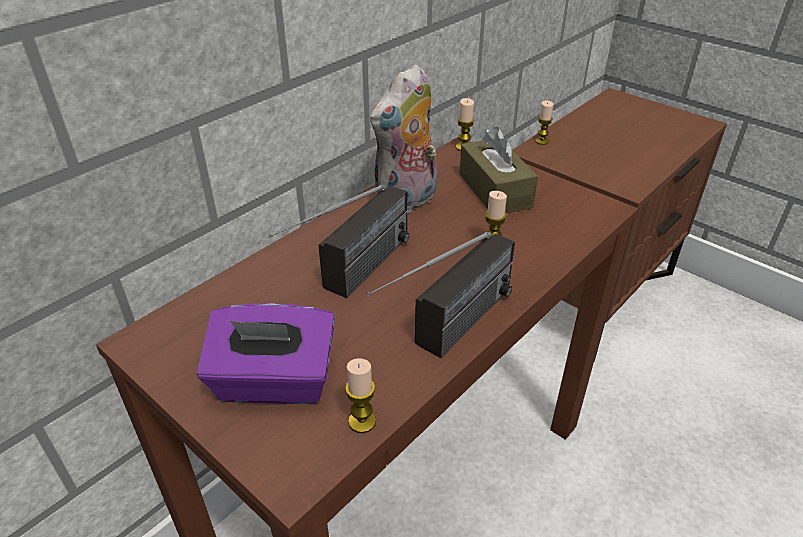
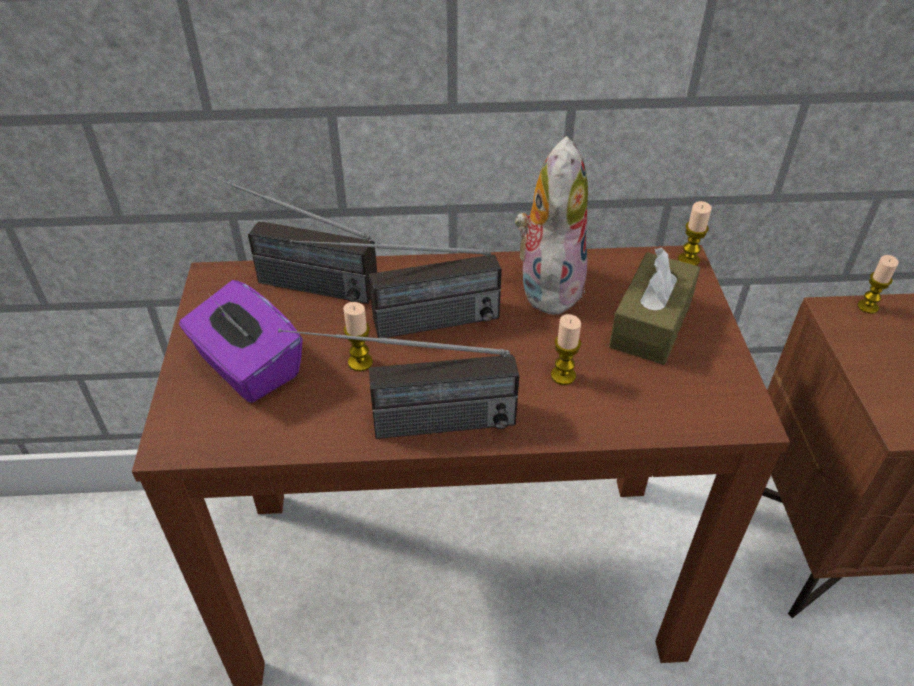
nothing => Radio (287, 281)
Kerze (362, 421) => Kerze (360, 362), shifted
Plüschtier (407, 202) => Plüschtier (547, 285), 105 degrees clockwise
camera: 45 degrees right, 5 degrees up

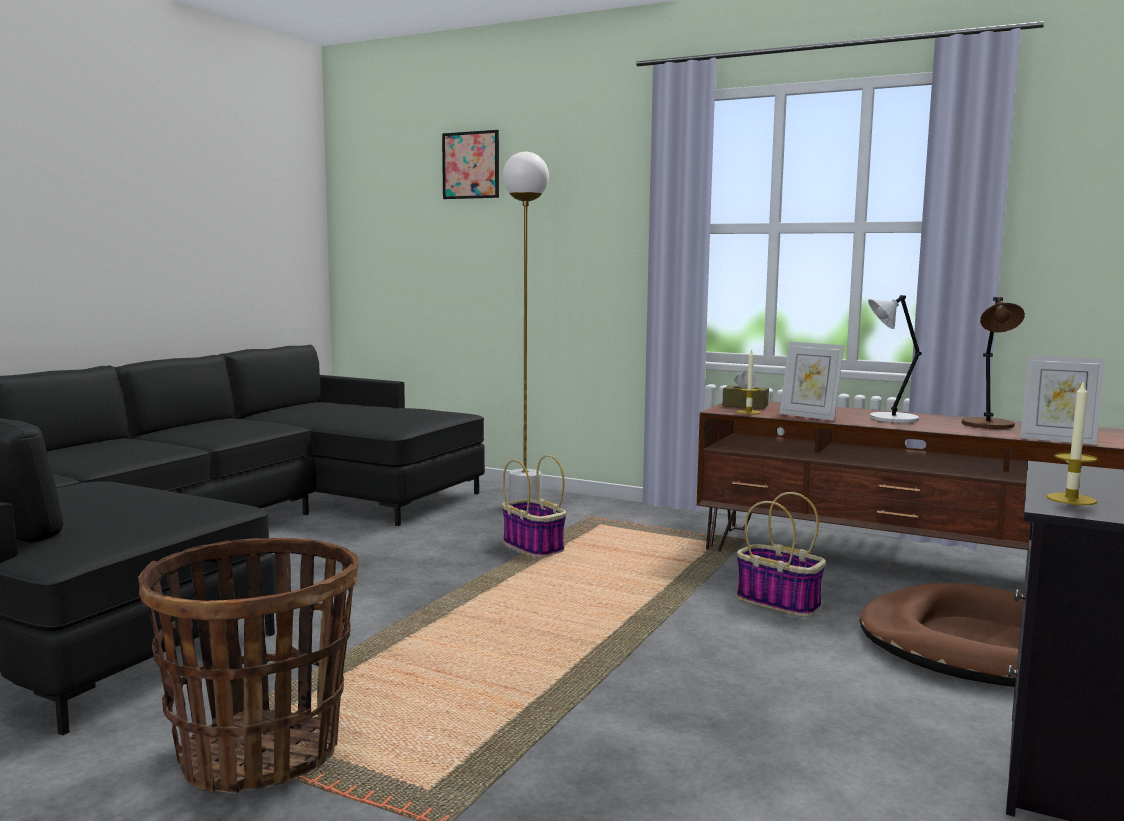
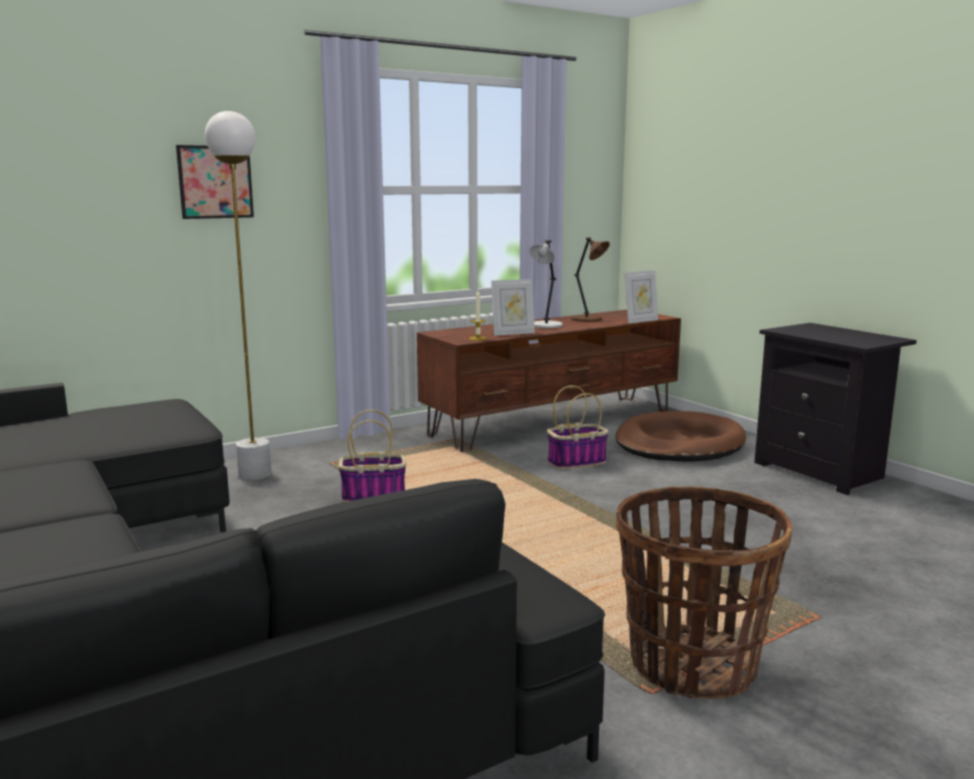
Bild (471, 165) => Bild (215, 182), shifted
Taschentuchbox/braun (745, 406) => nothing
Kerze (1071, 499) => nothing
camera: 60 degrees left, 5 degrees up

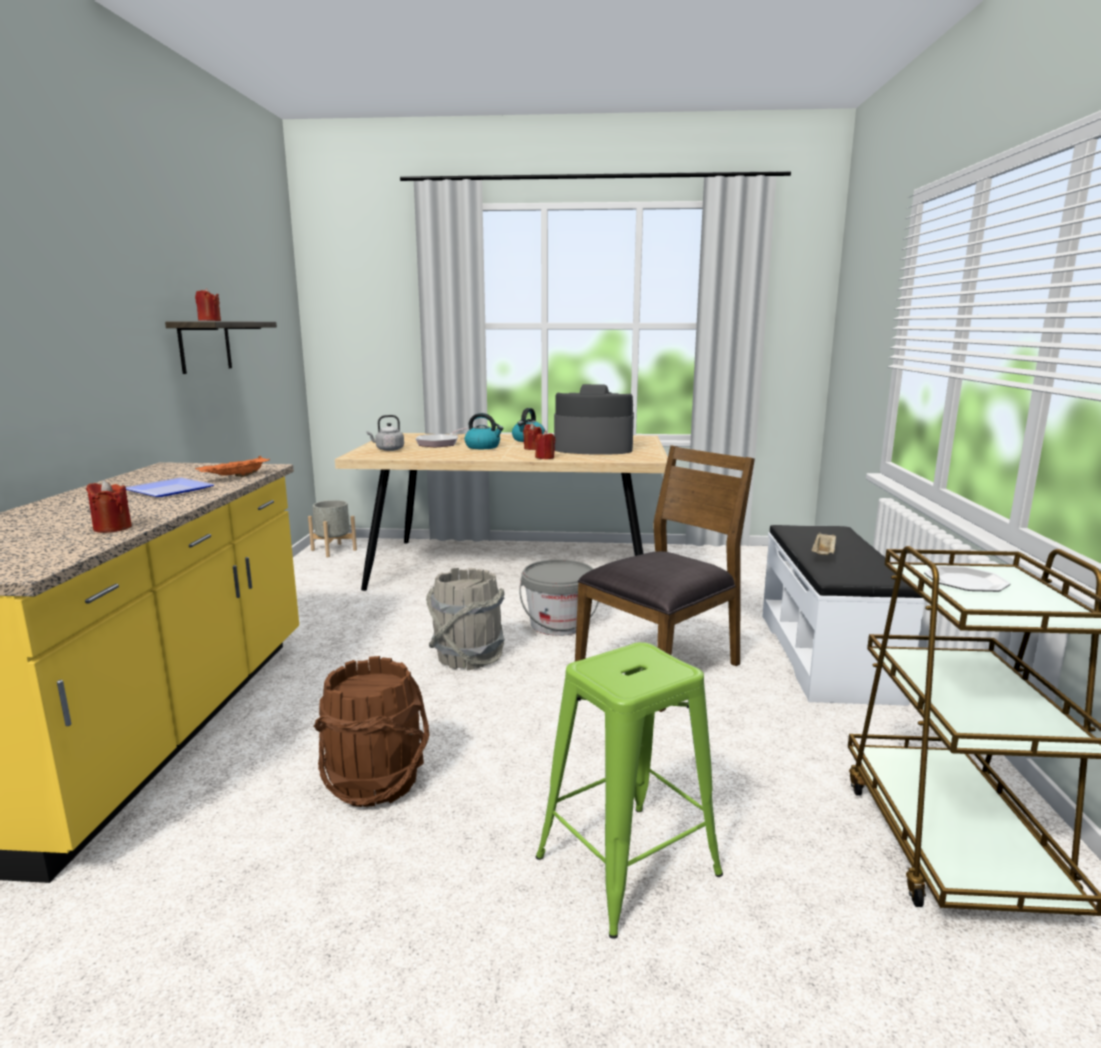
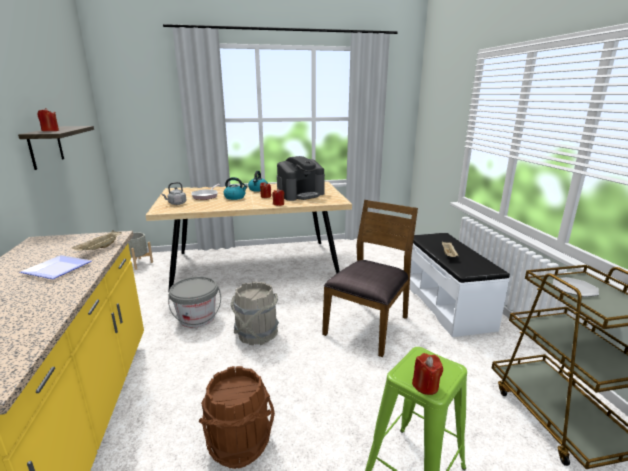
Tablett/orange (235, 477) => Tablett/beige (100, 249)
Eimer/grau (558, 624) => Eimer/grau (197, 318), shifted
Kaffeemaschine (593, 448) => Kaffeemaschine (300, 194), 150 degrees clockwise
Kerze/rot (112, 528) => Kerze/rot (425, 386), shifted
camera: 15 degrees left, 5 degrees up

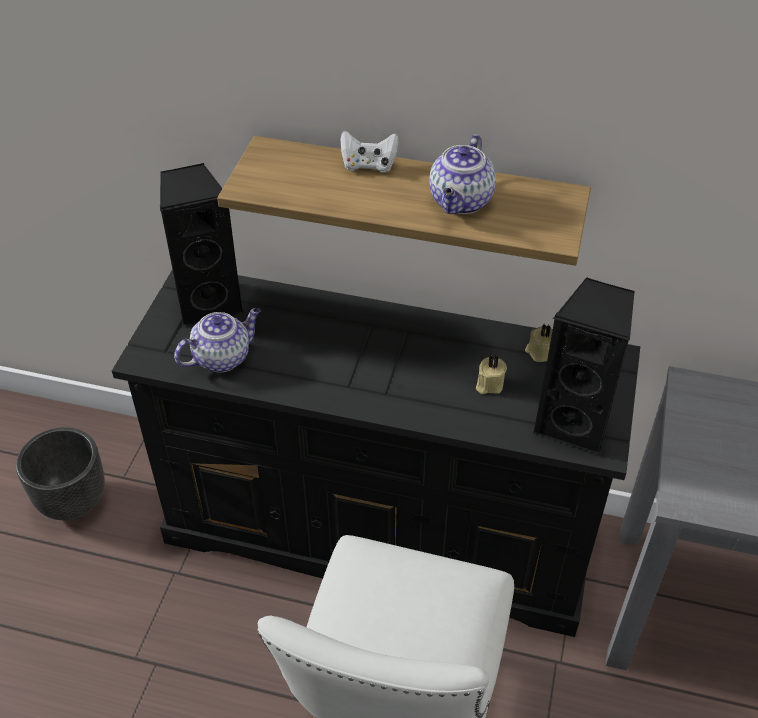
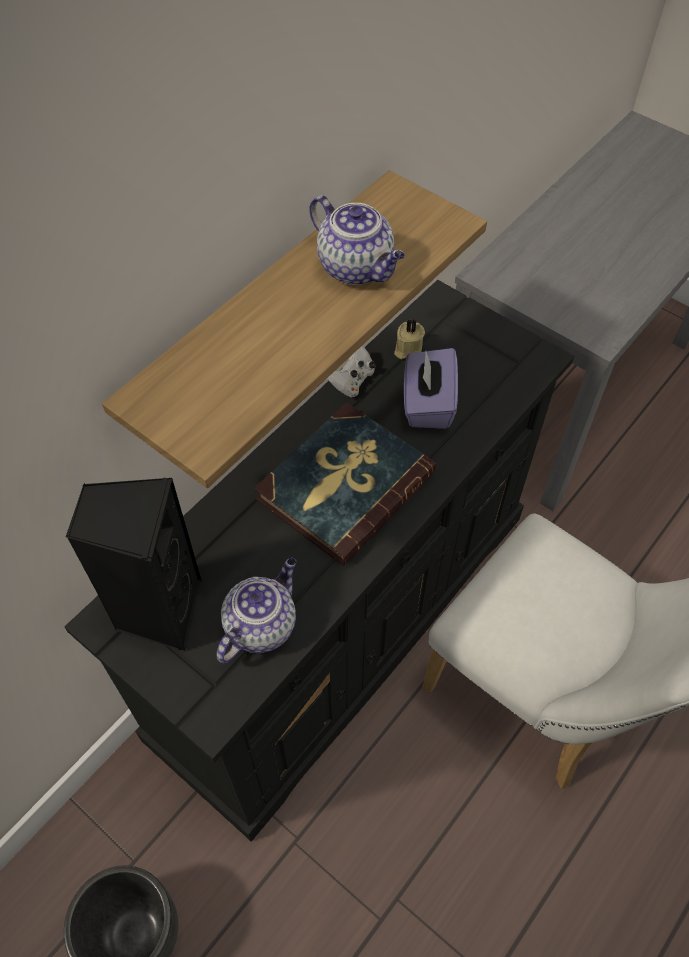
Teekanne (223, 357) => Teekanne (261, 625), 45 degrees clockwise
nothing => Buch (344, 485)
Gamepad/weiß (368, 165) => Gamepad/weiß (352, 381), shifted
Kerze/beige (489, 384) => Taschentuchbox/lila (427, 404)
Lautsprecher/schwarz (575, 423) => nothing
camera: 65 degrees left, 10 degrees up

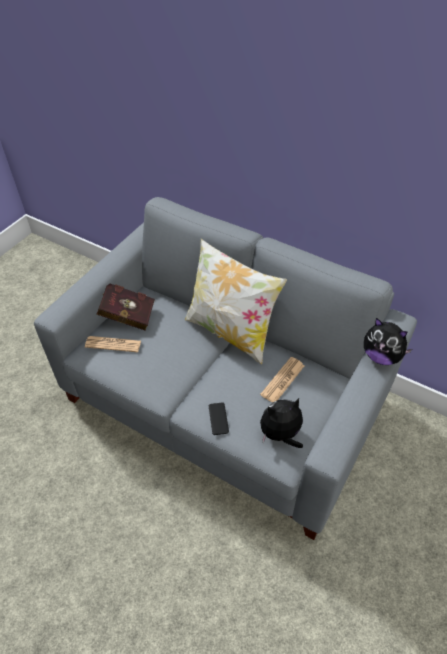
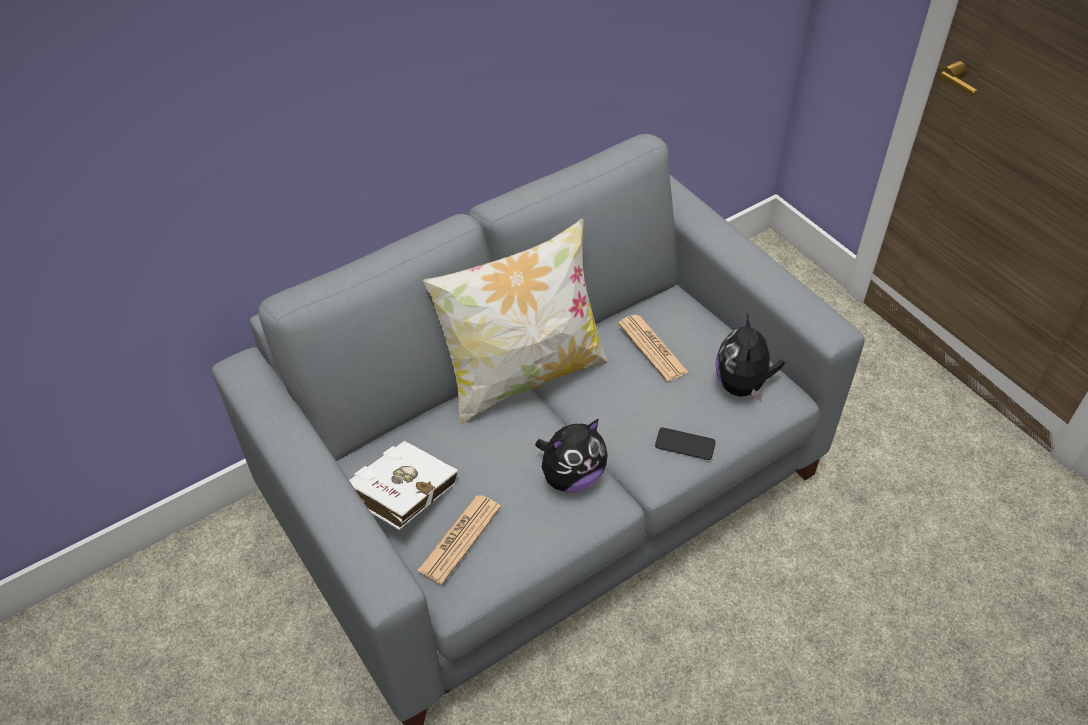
Buch/rot (126, 315) => Buch/weiß (400, 502)
Plüschtier (381, 356) => Plüschtier (572, 477), shifted
camera: 65 degrees left, 0 degrees up

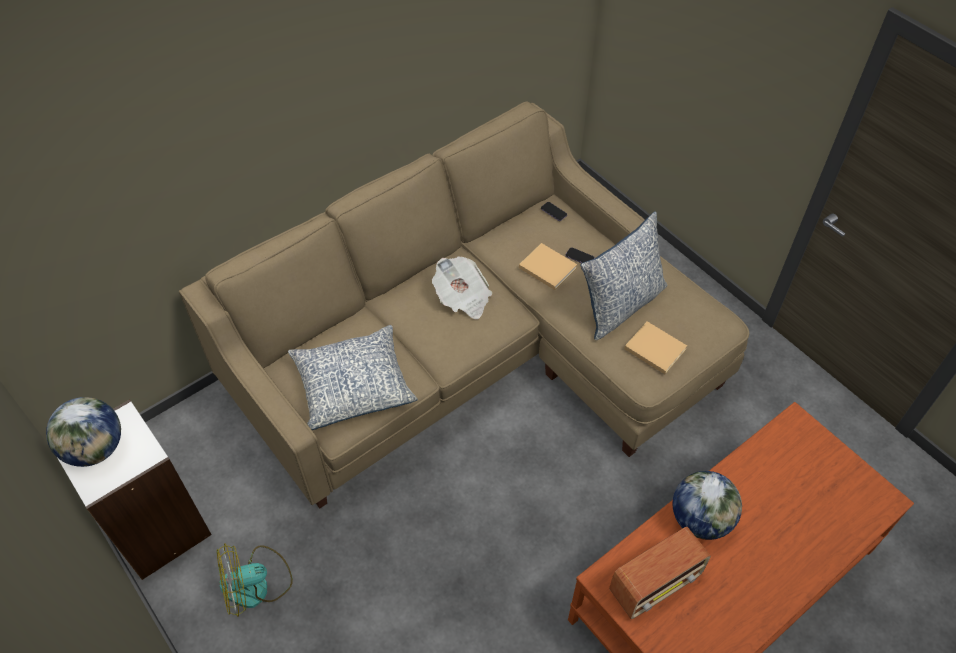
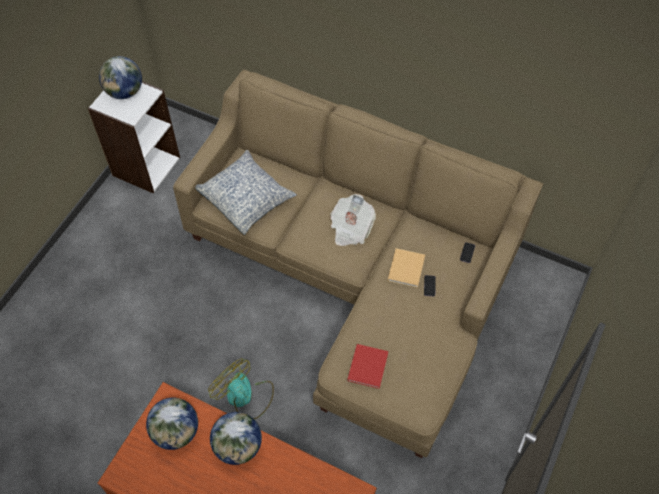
Radio (655, 584) => Globus (176, 432)
Ventilator (256, 585) => Ventilator (245, 396), shifted
Buch/beige (653, 348) => Buch/rot (368, 365)
Kissen (621, 305) => nothing
camera: 65 degrees right, 5 degrees up

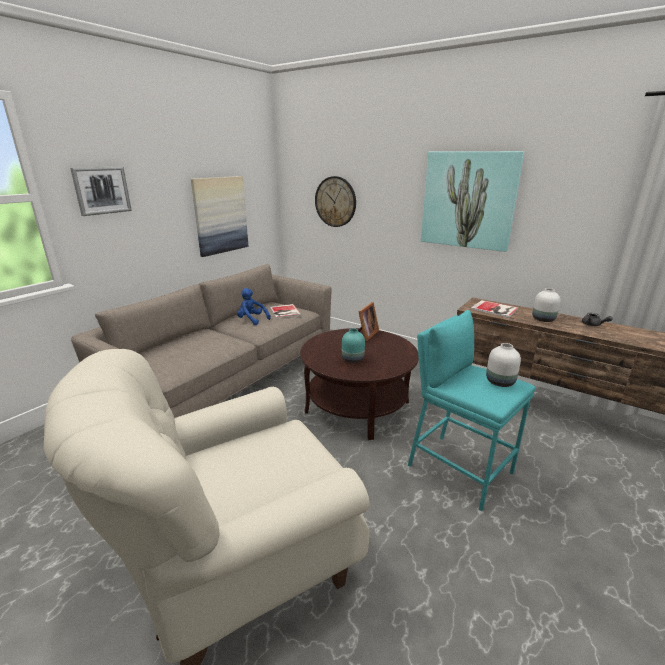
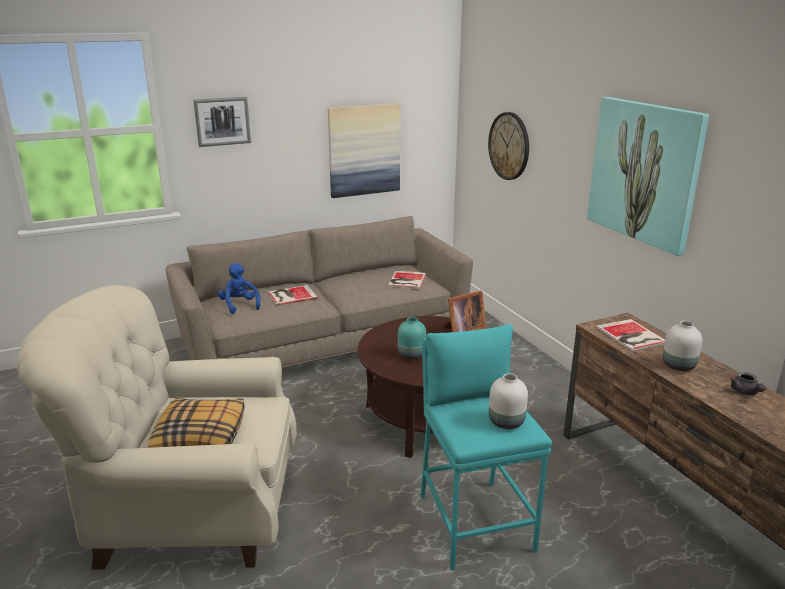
nothing => Kissen (201, 435)
Plüschtier/blau (252, 320) => Plüschtier/blau (239, 305), shifted
nothing => Buch (291, 295)
camera: 30 degrees right, 0 degrees up

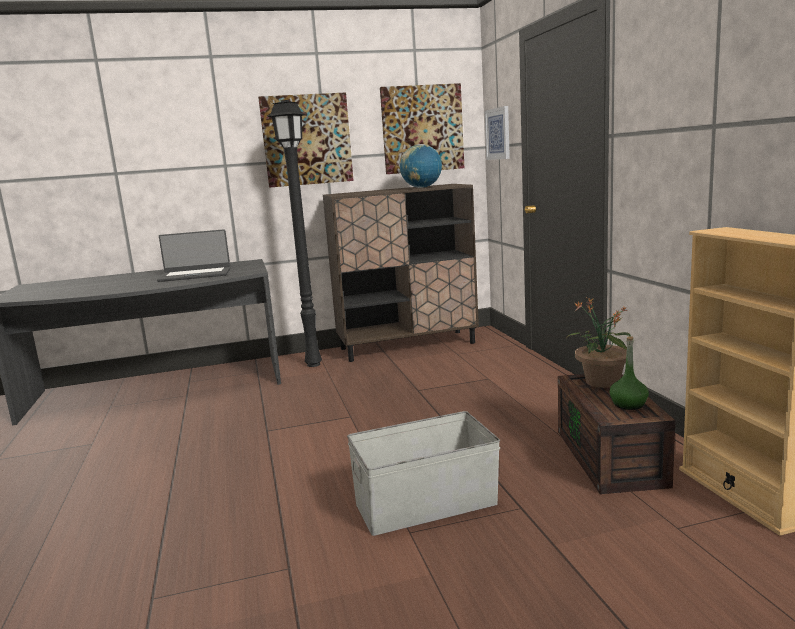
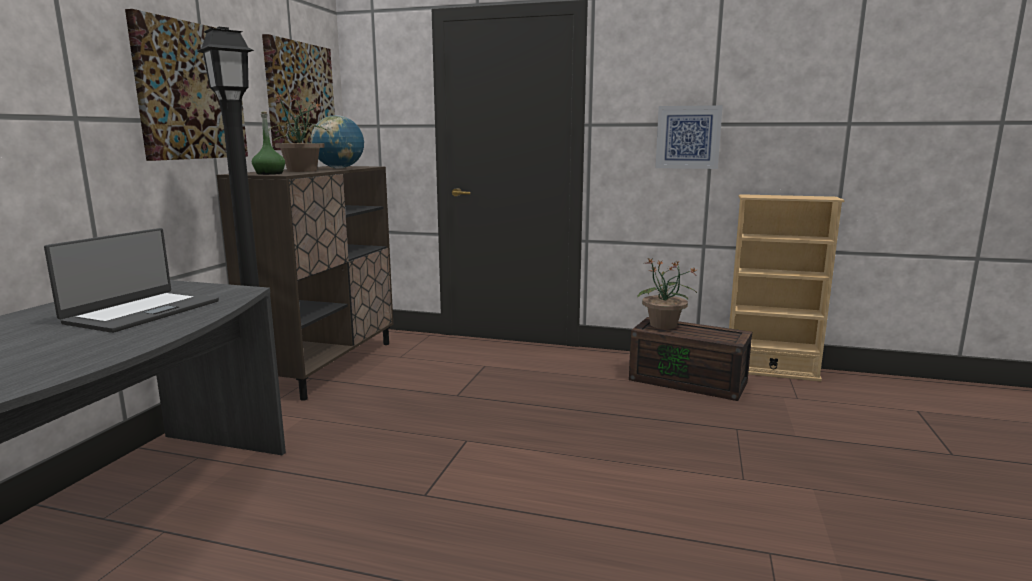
Flasche/grün (628, 404) => Flasche/grün (269, 174), shifted
nothing => Topfpflanze (302, 171)
Bild (498, 133) => Bild (688, 137), shifted
Aufbewahrungsbox/grau (426, 504) => nothing
camera: 60 degrees left, 0 degrees up

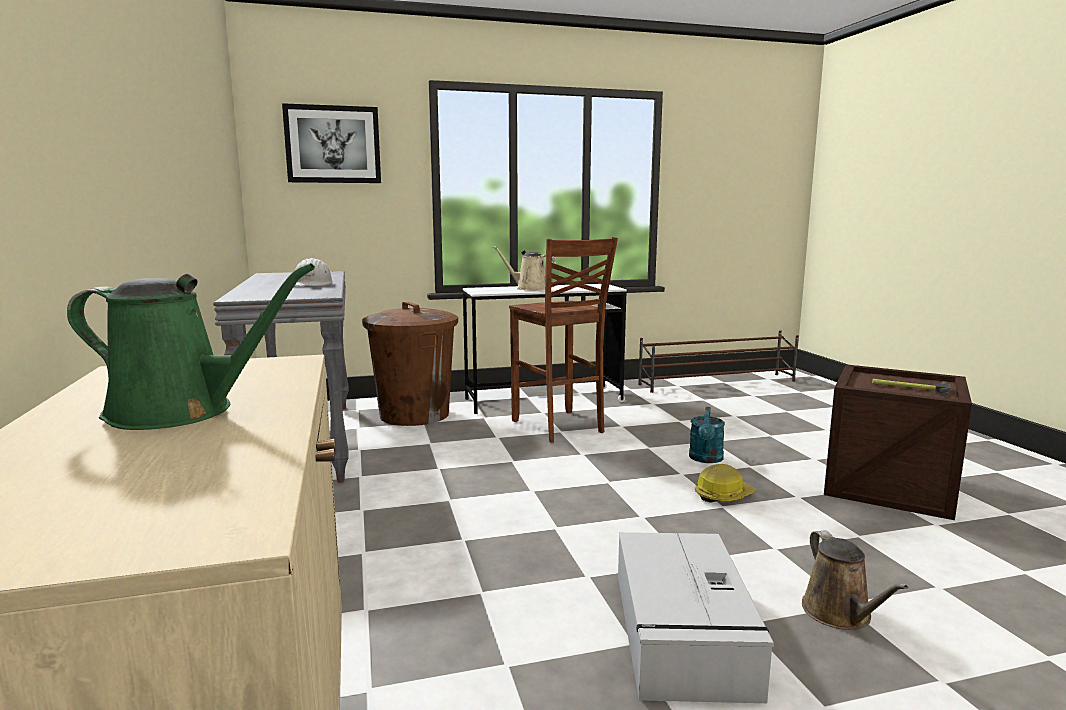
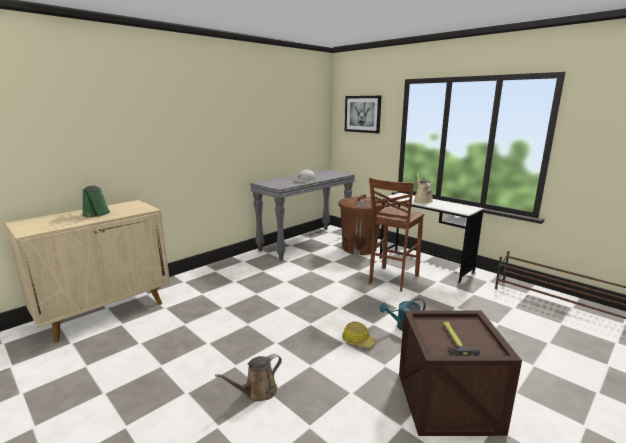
Aufbewahrungsbox/grau (682, 633) => nothing
camera: 60 degrees right, 5 degrees up

